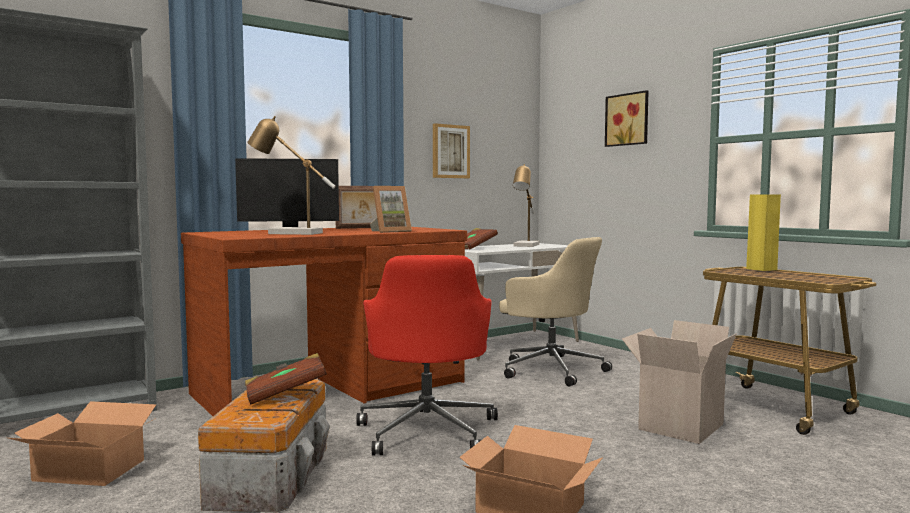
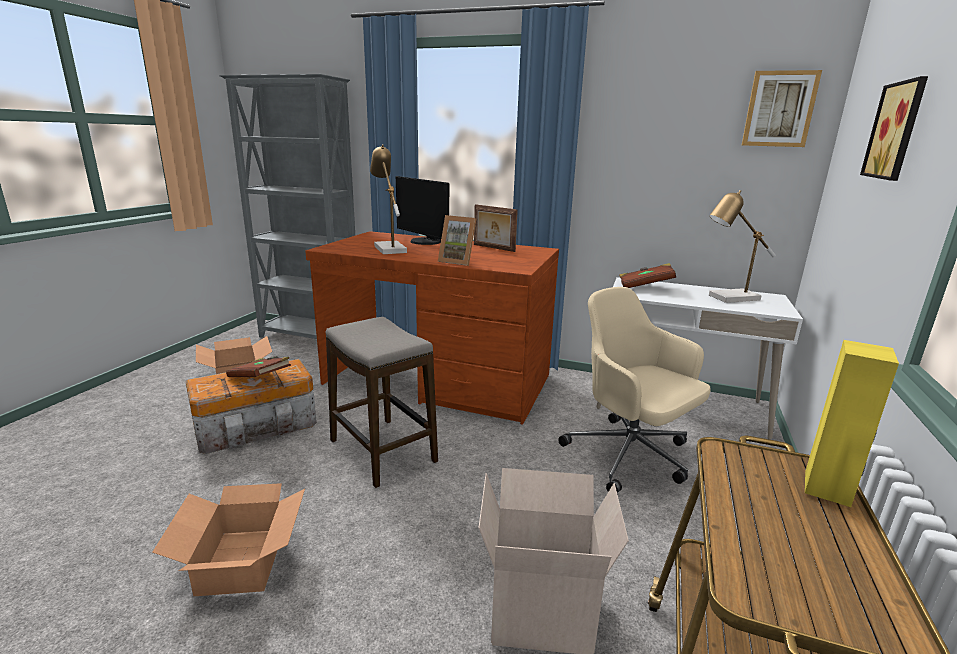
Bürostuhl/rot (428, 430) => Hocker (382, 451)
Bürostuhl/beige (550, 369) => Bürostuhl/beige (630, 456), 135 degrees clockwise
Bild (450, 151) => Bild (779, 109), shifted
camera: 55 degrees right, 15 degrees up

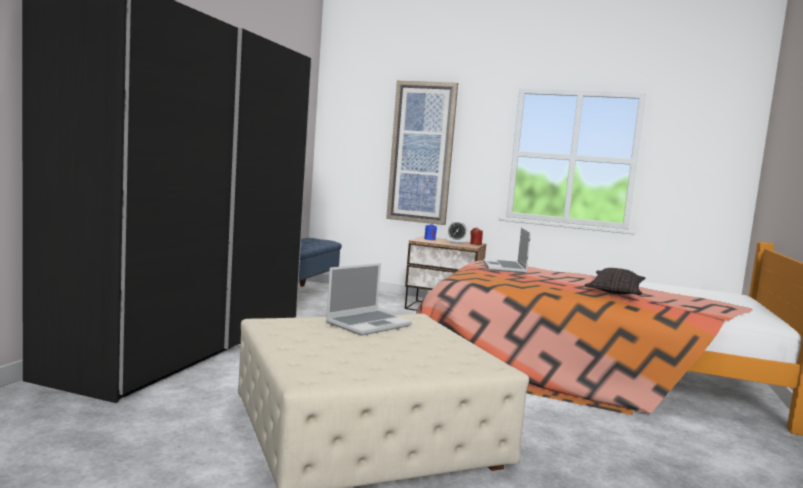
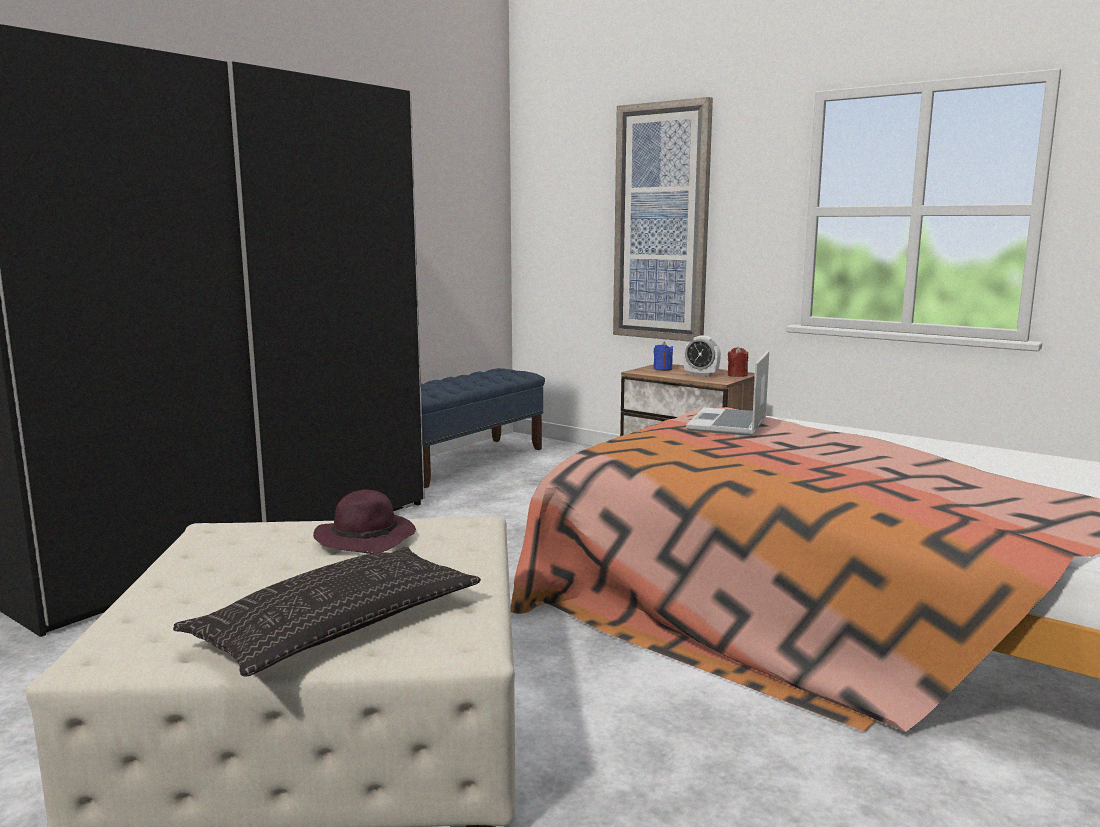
Kissen (615, 290) => Kissen (338, 624), shifted
Laptop (368, 324) => Hut/lila (367, 538)
camera: 20 degrees right, 5 degrees up

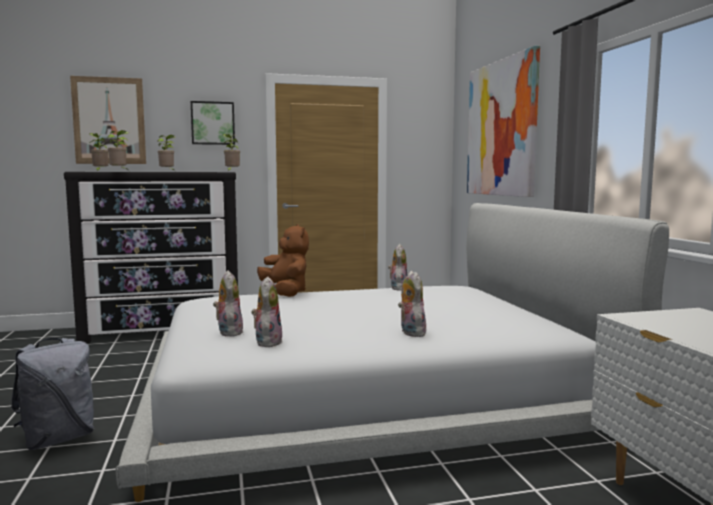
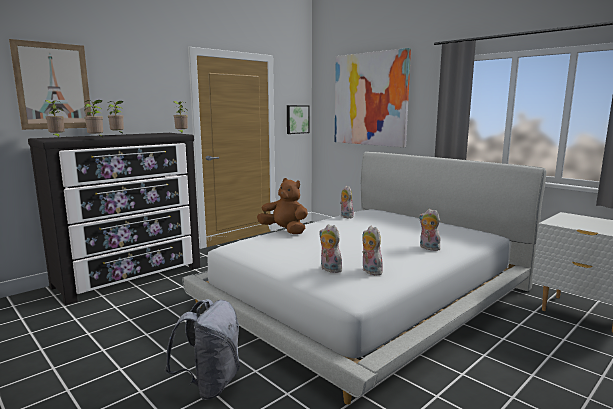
Bild (213, 123) => Bild (297, 119), shifted
camera: 30 degrees left, 5 degrees up

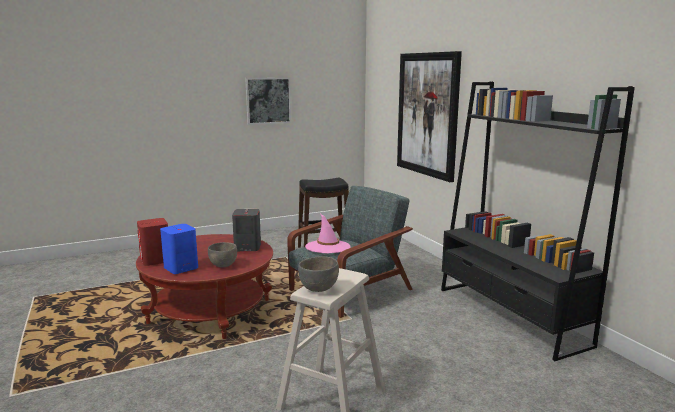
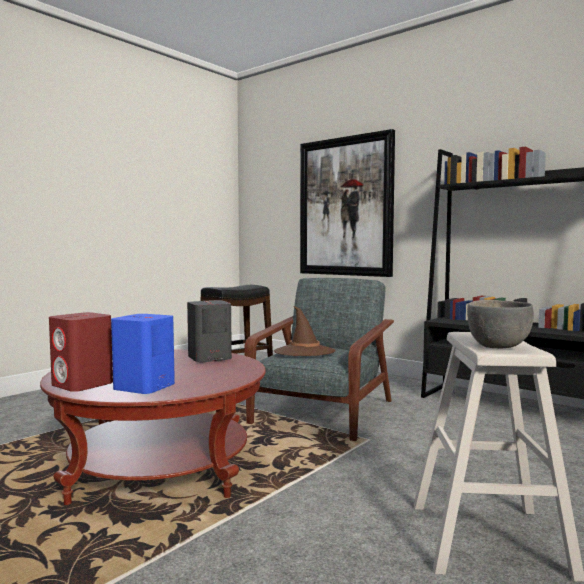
Hut/rosa (327, 247) => Hut/braun (304, 352)
Schüssel/grau (223, 265) => nothing
Bild (268, 100) => nothing
camera: 25 degrees left, 10 degrees down

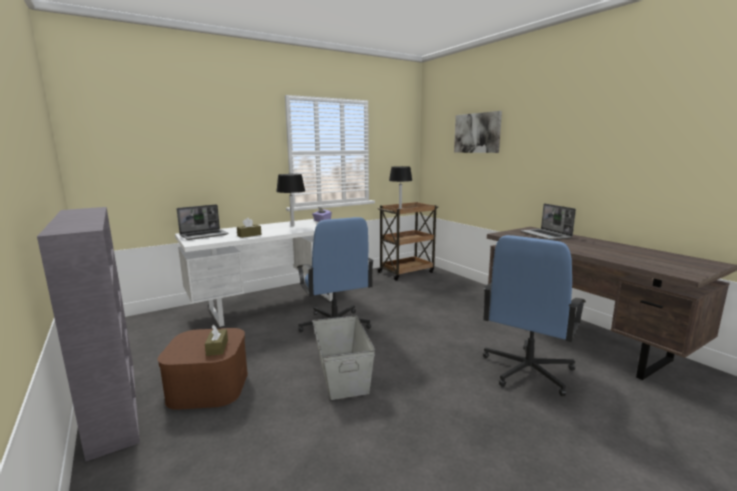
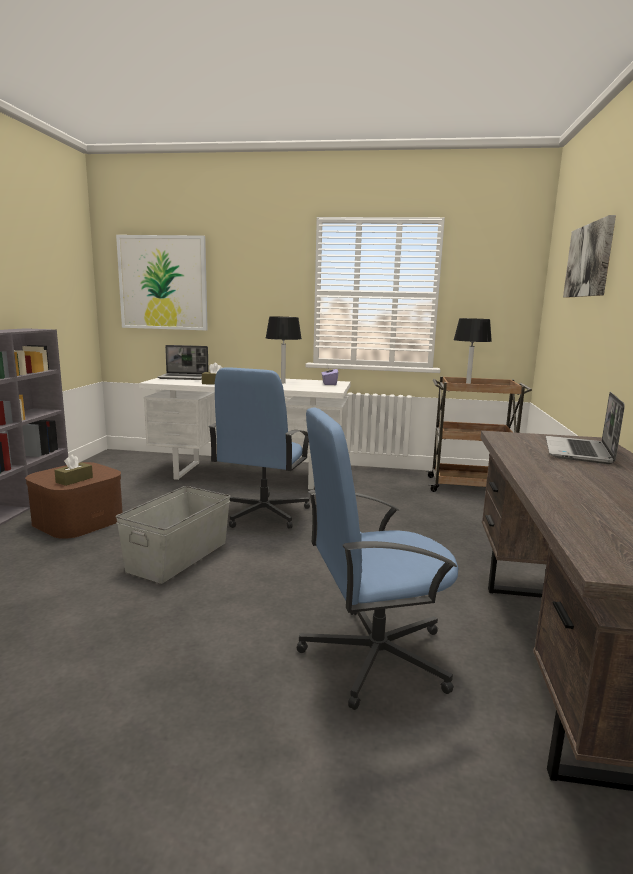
nothing => Bild (163, 283)
camera: 40 degrees right, 0 degrees up

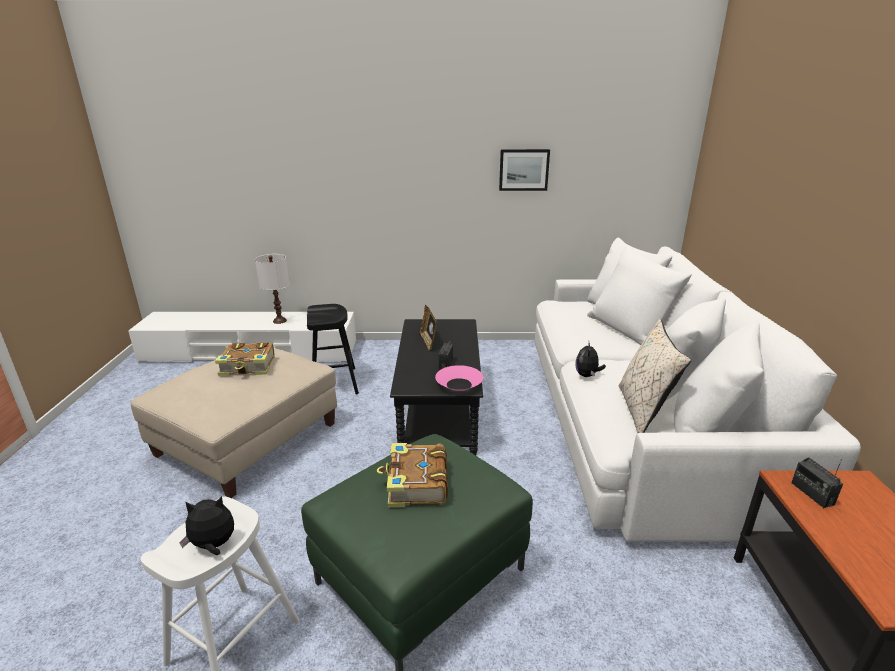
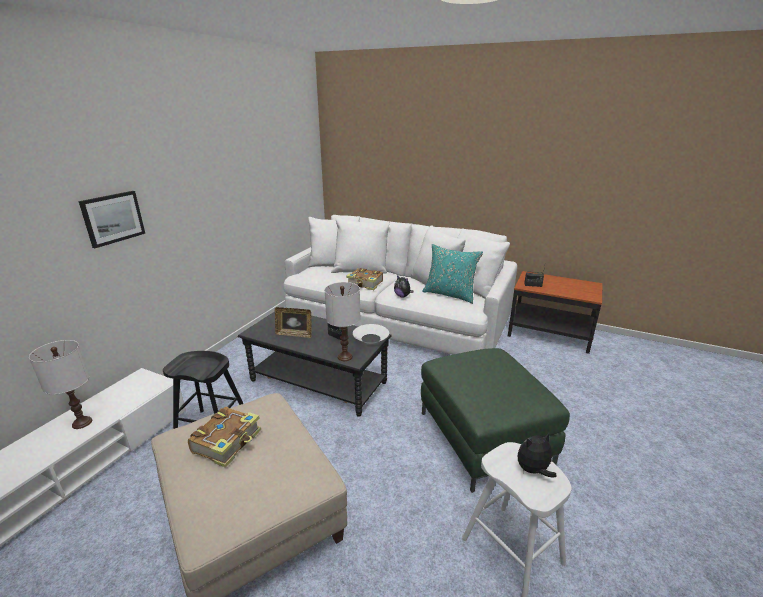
Bild (524, 170) => Bild (113, 218), shifted
nothing => Tischlampe/weiß (345, 357)
Buch (416, 484) => Buch (365, 284), shifted
Schüssel/rosa (459, 384) => Schüssel/weiß (371, 338)
Kissen/beige (643, 411) => Kissen/türkis (450, 294)
Plüschtier (213, 545) => Plüschtier (533, 470), 60 degrees clockwise
camera: 65 degrees left, 0 degrees up

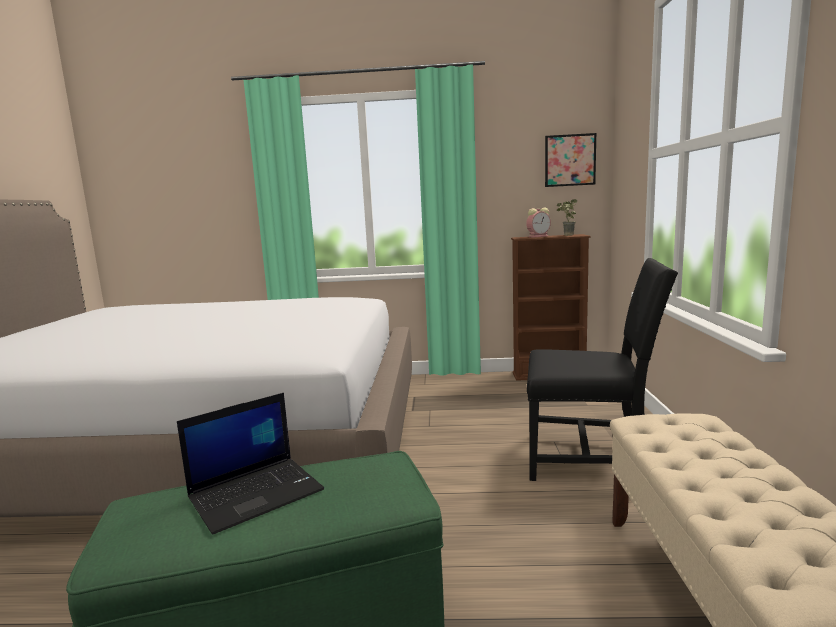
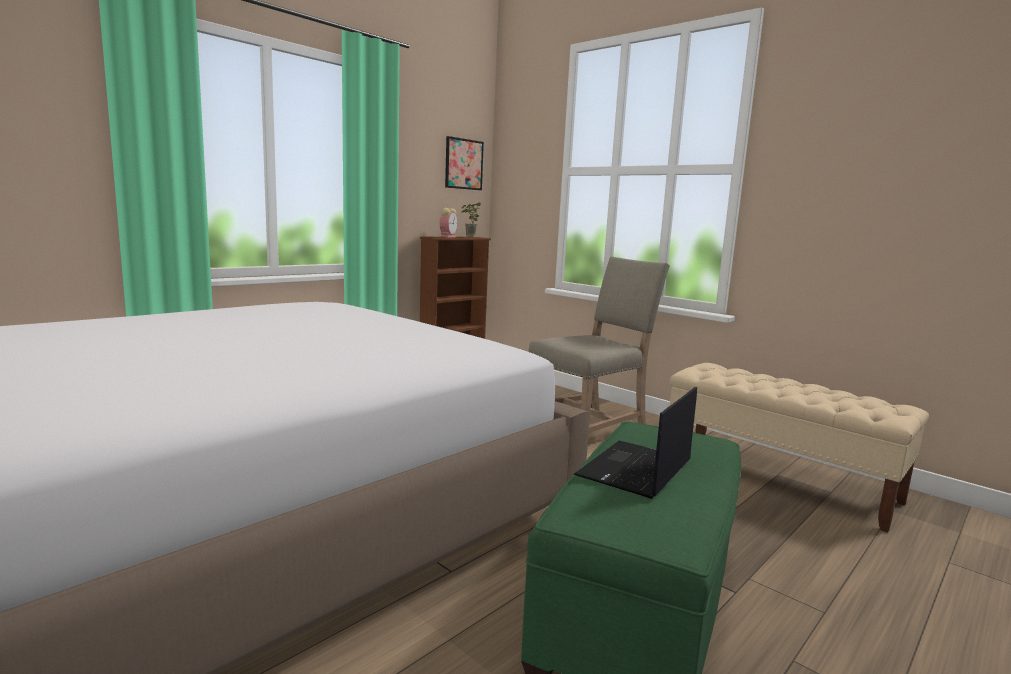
Stuhl/schwarz (590, 459) => Stuhl/beige (590, 426)
Laptop (257, 493) => Laptop (635, 470), 150 degrees counterclockwise
camera: 50 degrees left, 0 degrees up

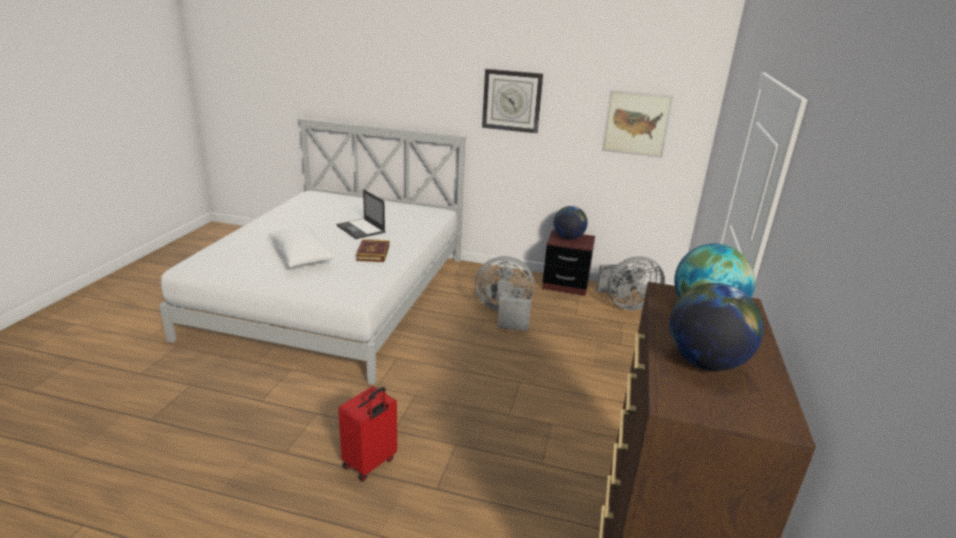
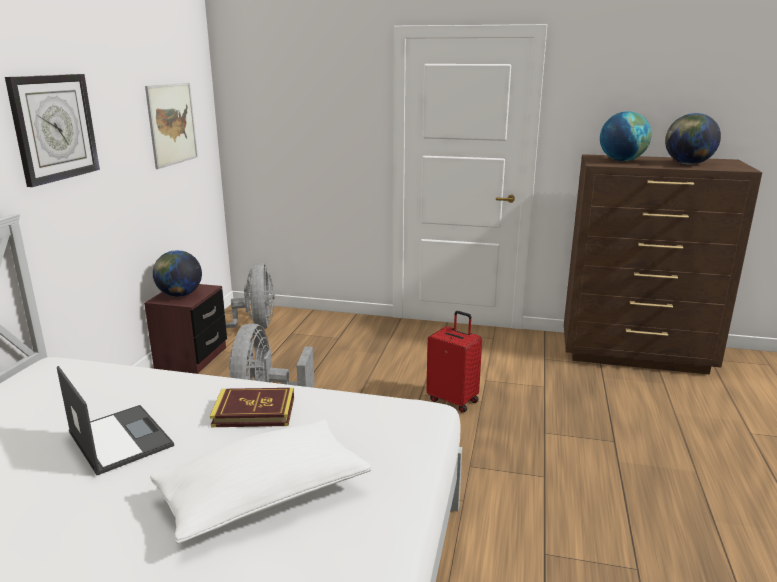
Laptop (361, 229) => Laptop (119, 438), 90 degrees counterclockwise
Koffer/rot (370, 463) => Koffer/rot (453, 400), shifted
camera: 90 degrees left, 5 degrees down

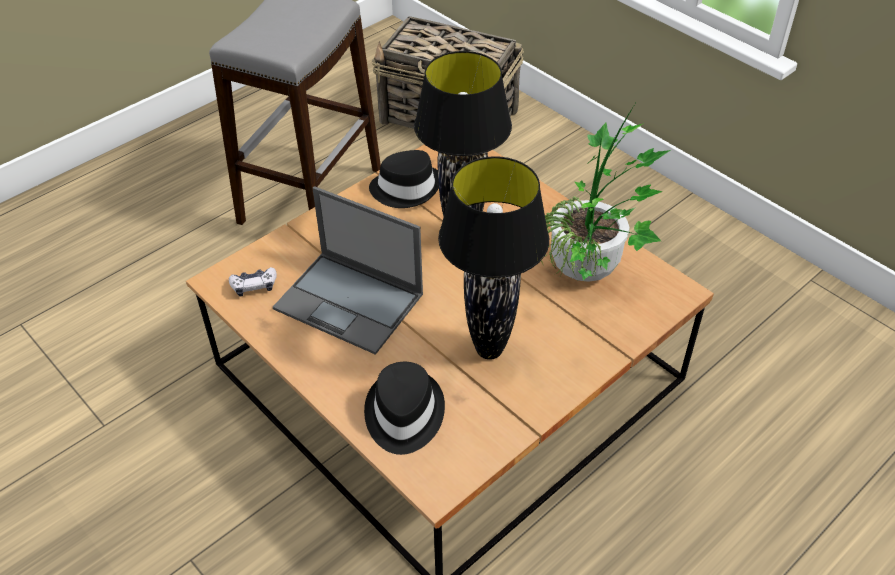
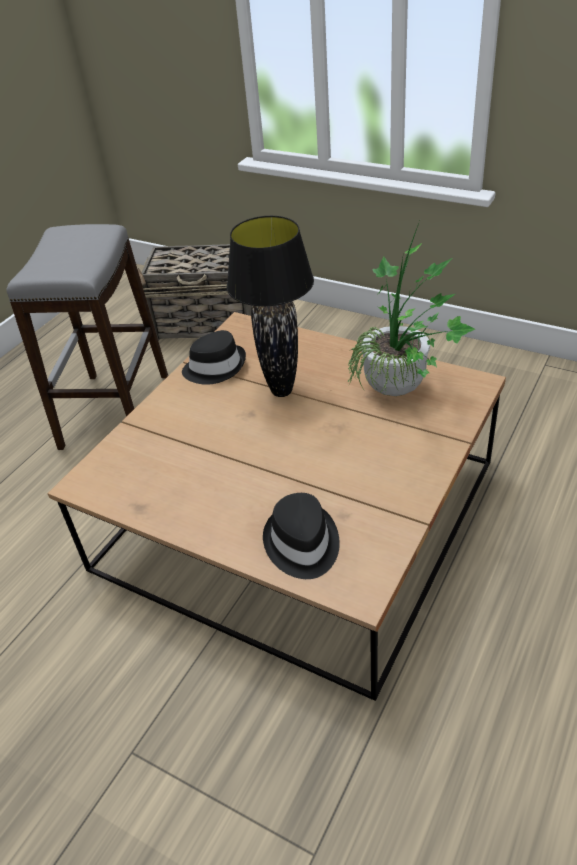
Gamepad (254, 286) => nothing
Laptop (350, 302) => nothing
Tischlampe/schwarz (490, 350) => nothing
camera: 15 degrees left, 5 degrees down

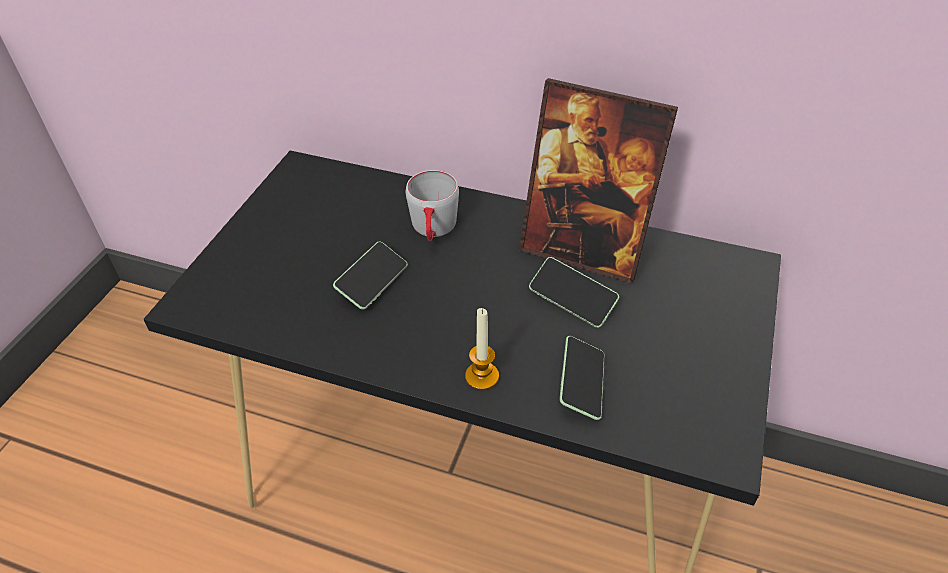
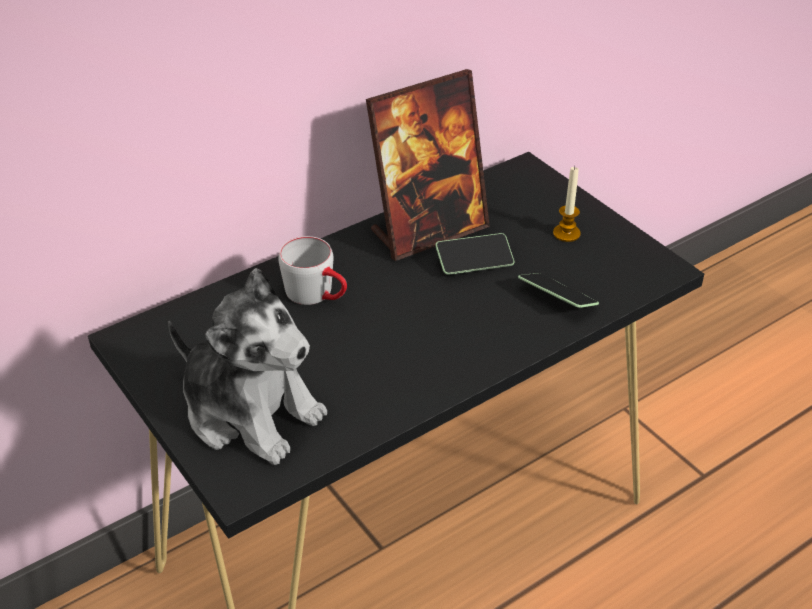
nothing => Plüschtier (251, 412)
Kerze (482, 376) => Kerze (566, 233), shifted
Handy (372, 283) => nothing
camera: 55 degrees left, 5 degrees down

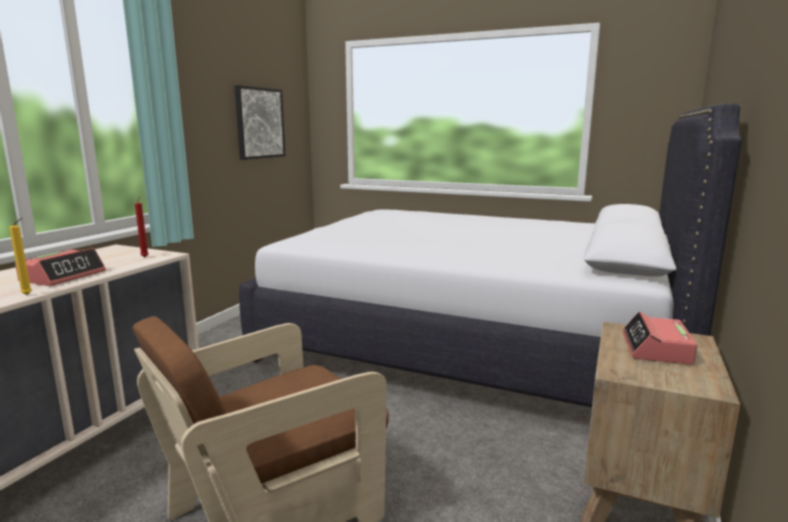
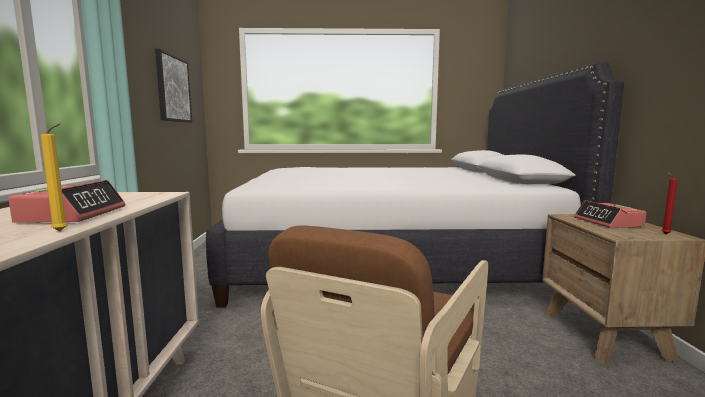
Kerze/rot (145, 257) => Kerze/rot (664, 234), shifted
camera: 25 degrees left, 5 degrees down

